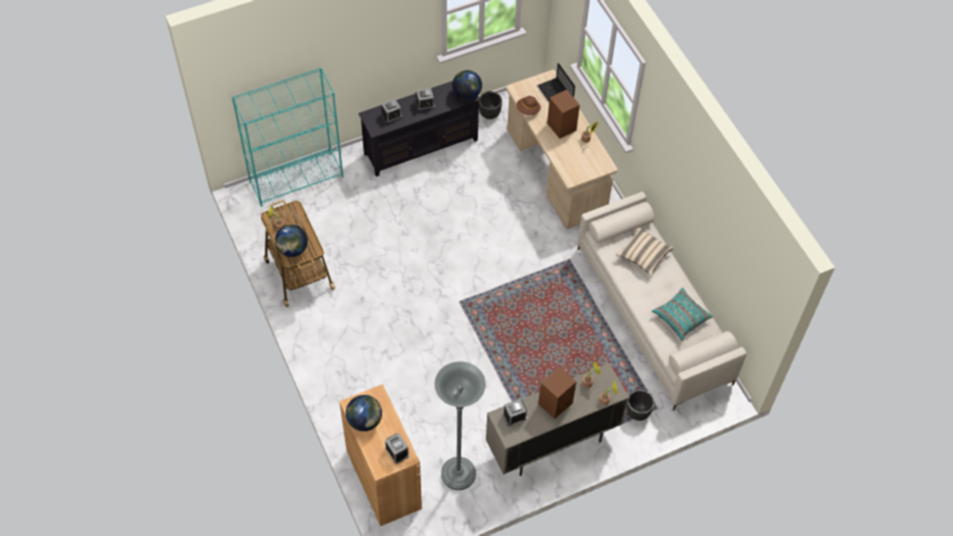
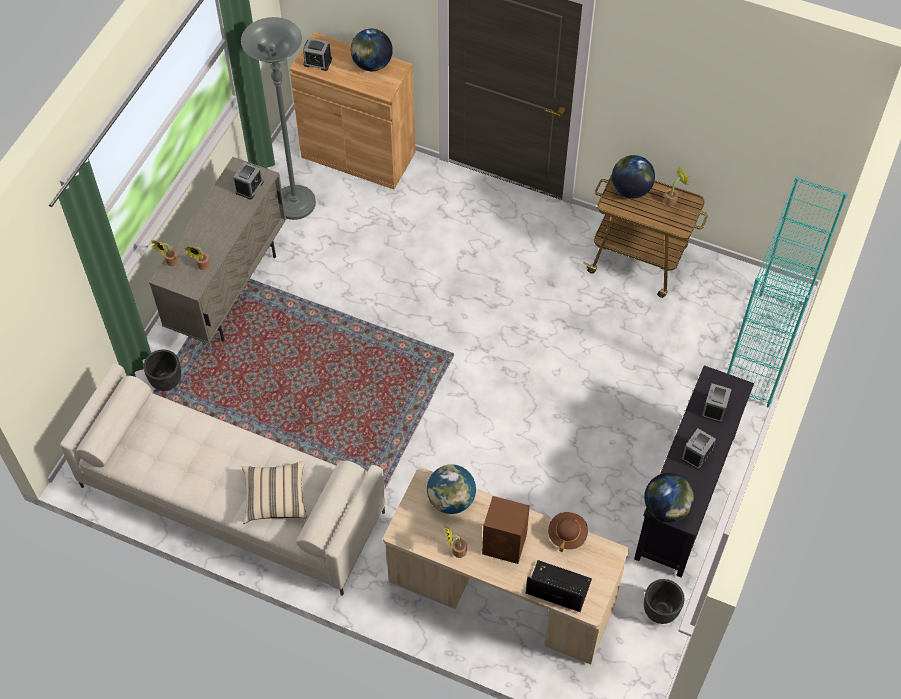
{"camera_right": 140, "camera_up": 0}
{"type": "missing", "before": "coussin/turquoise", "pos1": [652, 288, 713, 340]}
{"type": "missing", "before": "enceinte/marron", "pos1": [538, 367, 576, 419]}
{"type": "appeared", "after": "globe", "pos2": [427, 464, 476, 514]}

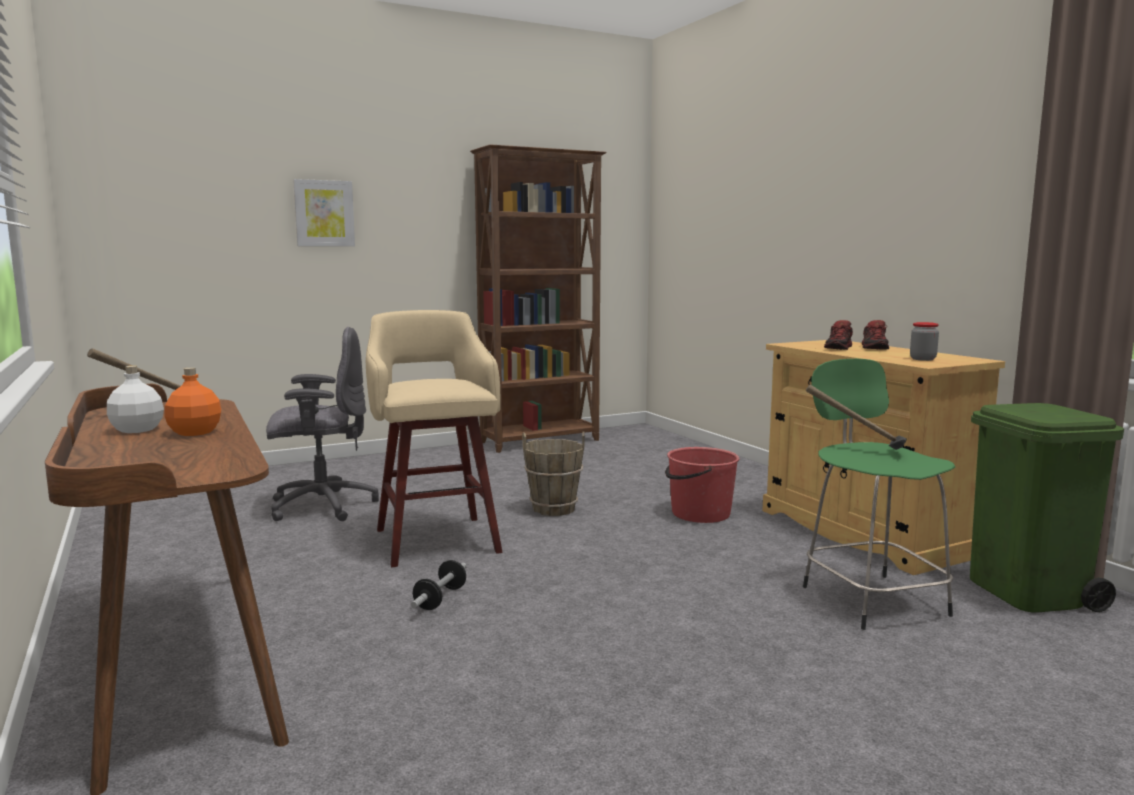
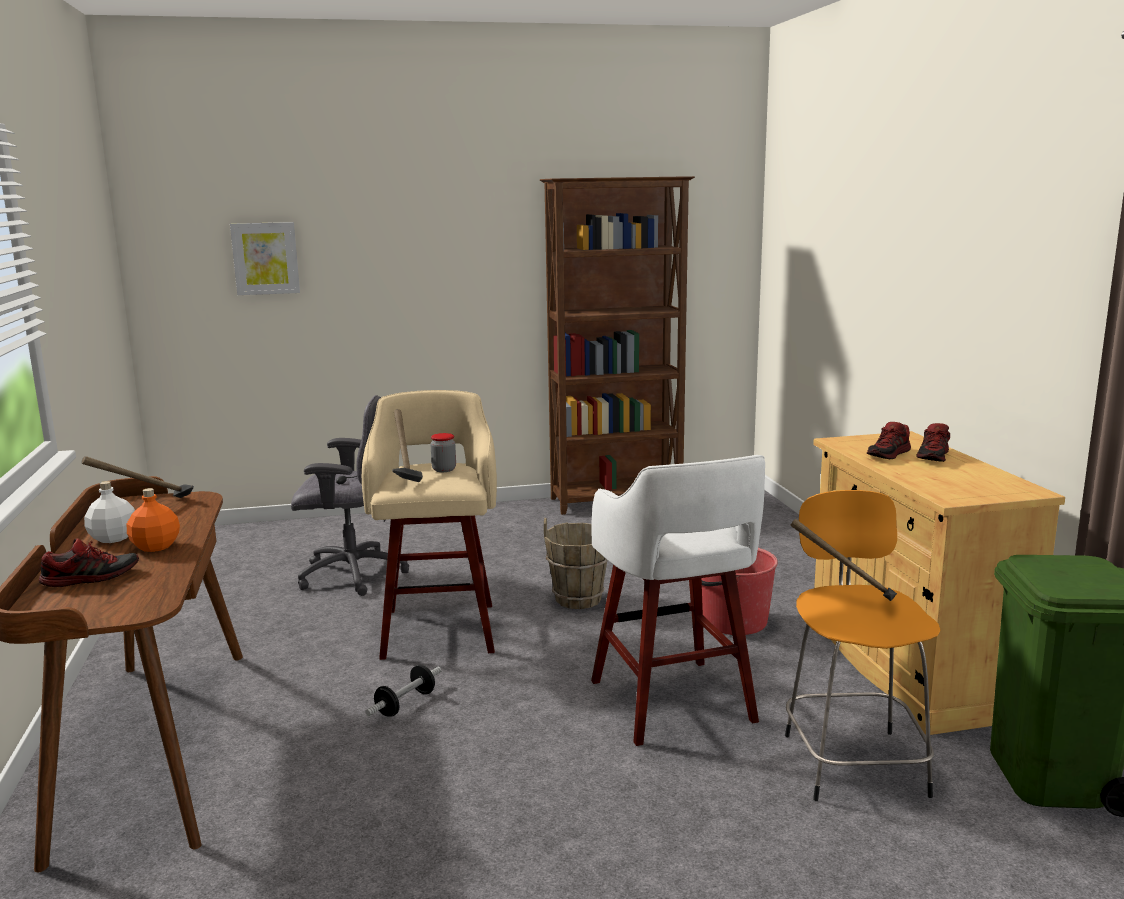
{"camera_right": 15, "camera_up": 5}
{"type": "relocated", "before": "tableau", "pos1": [293, 179, 355, 246], "pos2": [230, 222, 300, 295]}
{"type": "relocated", "before": "bocal", "pos1": [910, 322, 939, 361], "pos2": [430, 433, 456, 472]}
{"type": "colour", "before": "tabouret/vert", "after": "tabouret/orange", "pos1": [803, 359, 955, 630], "pos2": [785, 490, 940, 801]}
{"type": "appeared", "after": "marteau", "pos2": [392, 409, 423, 482]}
{"type": "appeared", "after": "tabouret/blanc", "pos2": [591, 455, 765, 746]}
{"type": "appeared", "after": "chaussure", "pos2": [39, 538, 139, 587]}

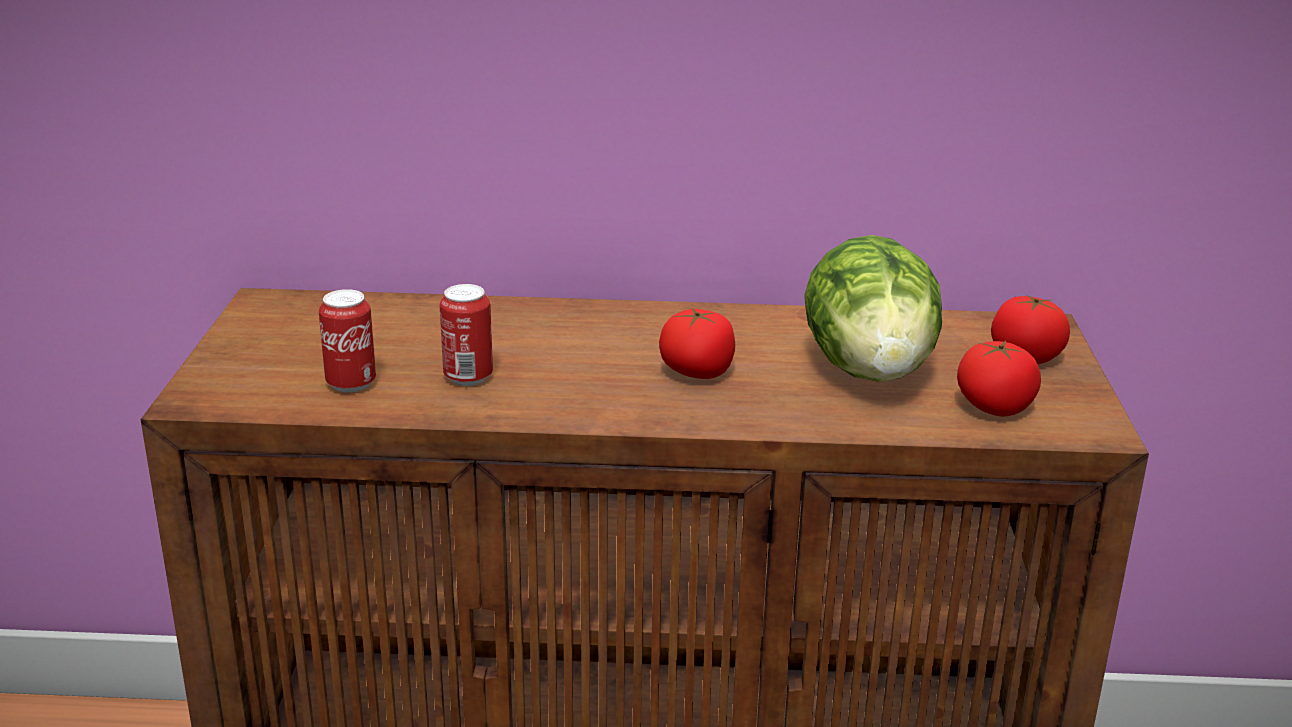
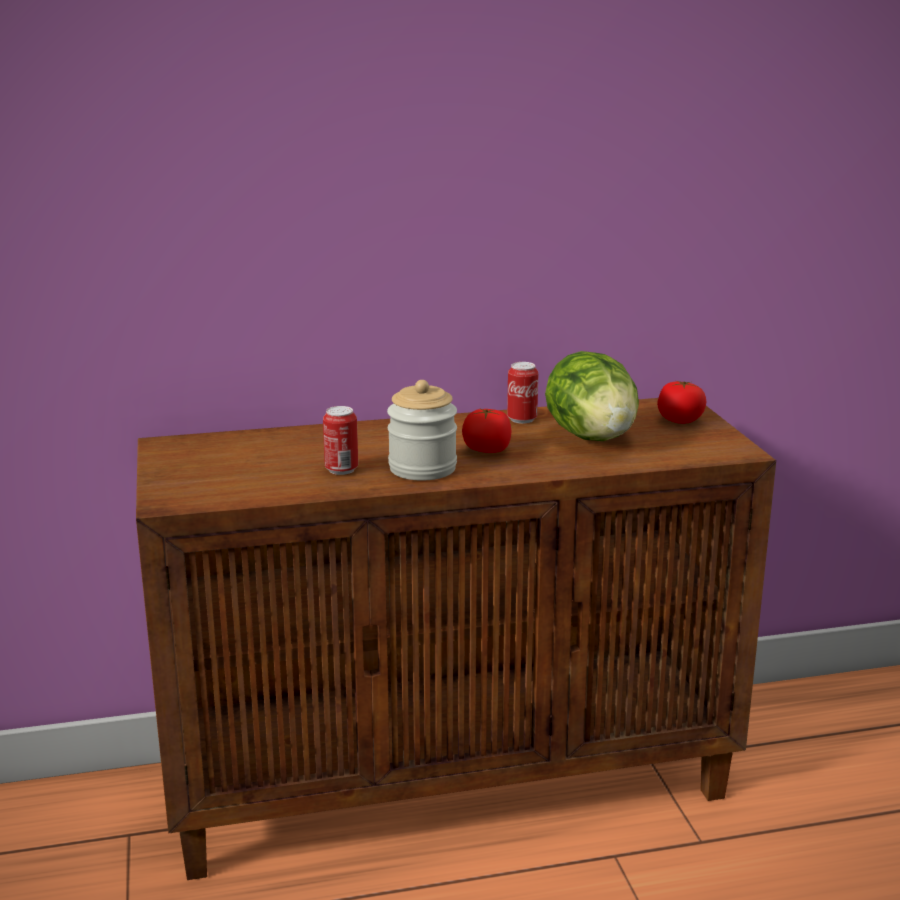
{"camera_right": -15, "camera_up": -5}
{"type": "relocated", "before": "boîte métallique", "pos1": [319, 289, 376, 393], "pos2": [507, 362, 538, 424]}
{"type": "missing", "before": "tomate", "pos1": [957, 340, 1041, 416]}
{"type": "appeared", "after": "bocal", "pos2": [387, 380, 457, 481]}

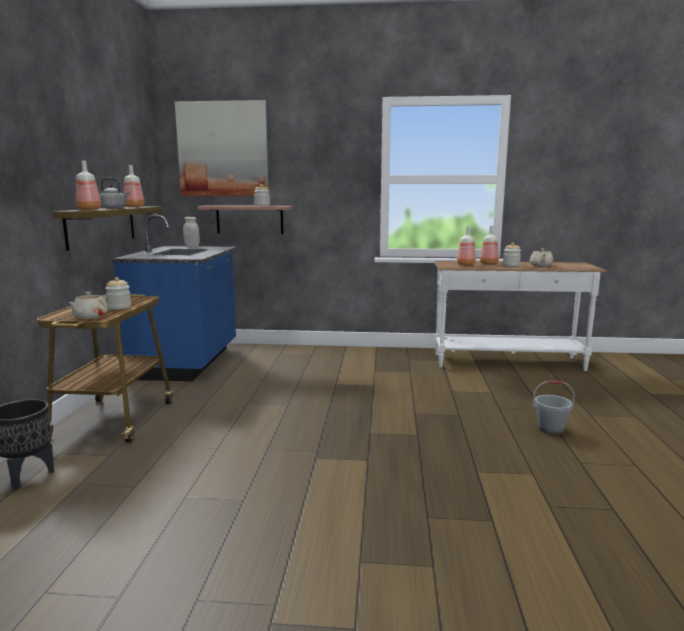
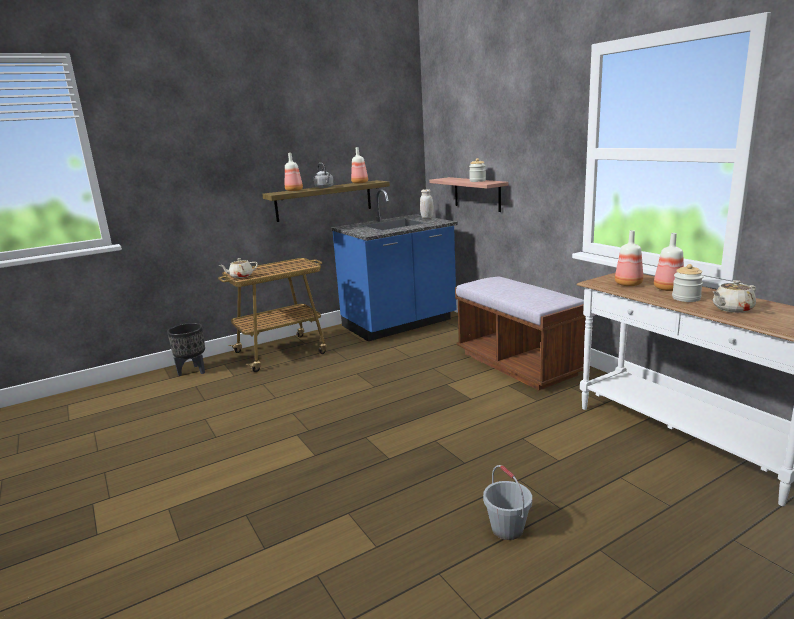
{"camera_right": 55, "camera_up": 5}
{"type": "missing", "before": "tableau", "pos1": [175, 100, 269, 196]}
{"type": "missing", "before": "bocal", "pos1": [105, 277, 131, 309]}
{"type": "appeared", "after": "banc/marron", "pos2": [455, 276, 586, 390]}

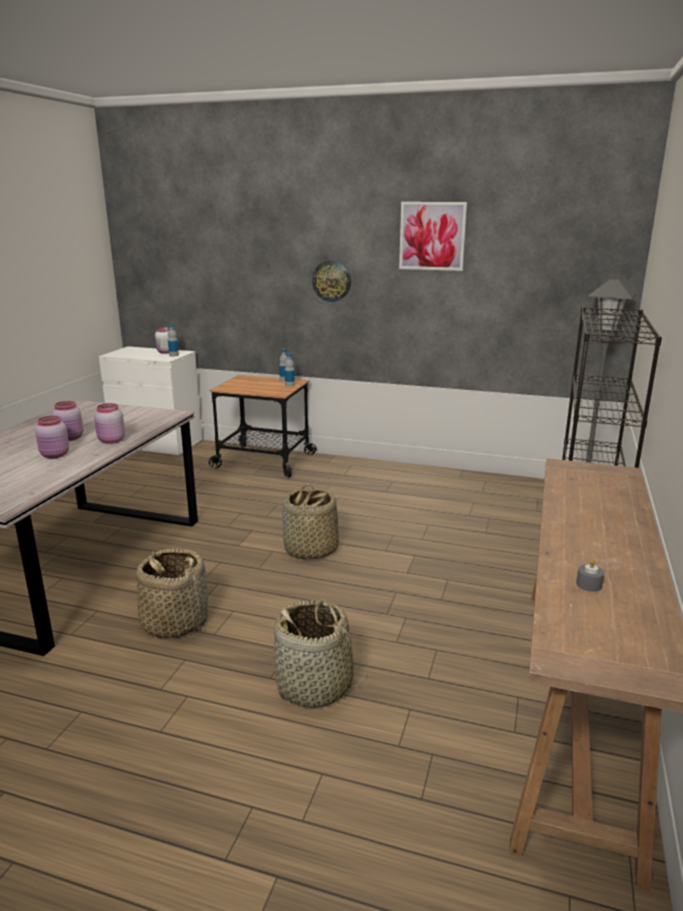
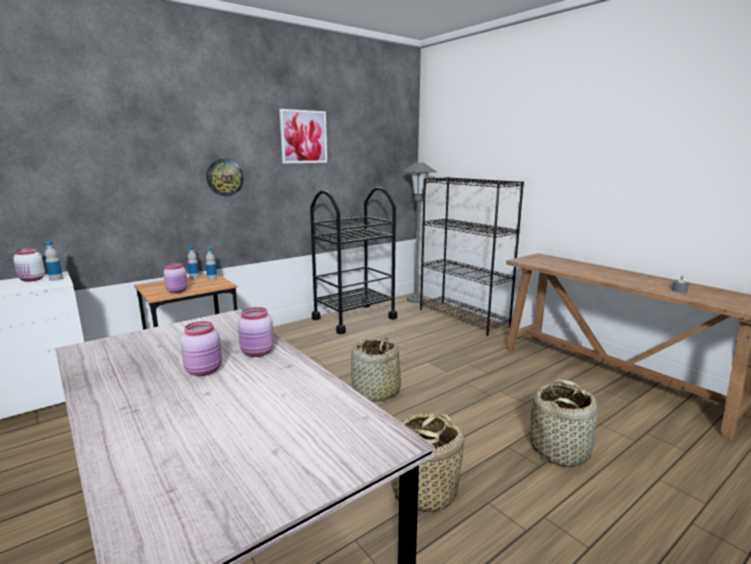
{"camera_right": -55, "camera_up": -5}
{"type": "relocated", "before": "bocal/rose", "pos1": [35, 416, 69, 459], "pos2": [164, 263, 188, 293]}
{"type": "appeared", "after": "chariot/noir", "pos2": [310, 187, 397, 334]}

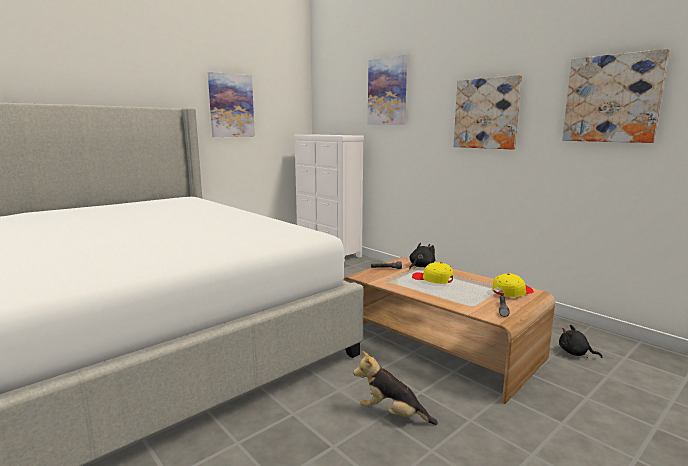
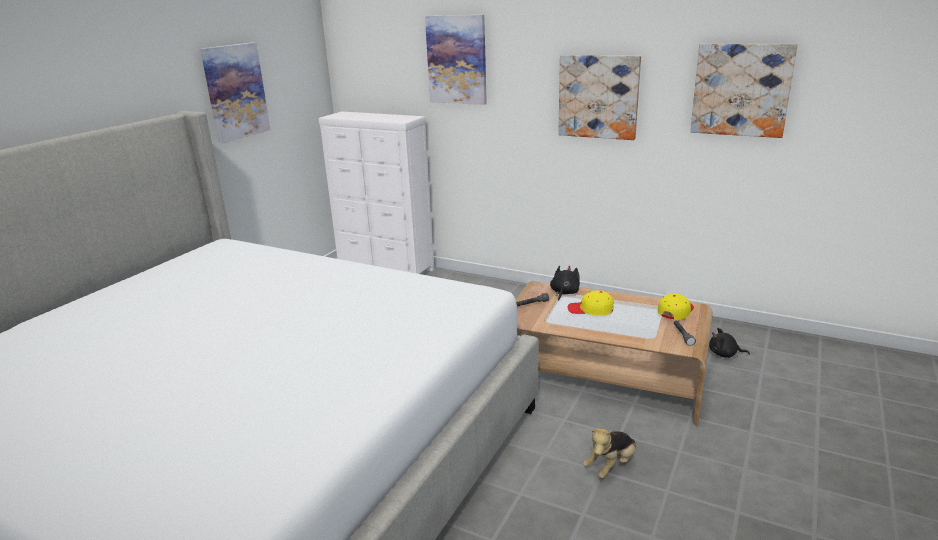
{"camera_right": -20, "camera_up": 10}
{"type": "spun", "before": "peluche", "pos1": [353, 351, 438, 425], "pos2": [583, 428, 636, 479], "turn": -45}

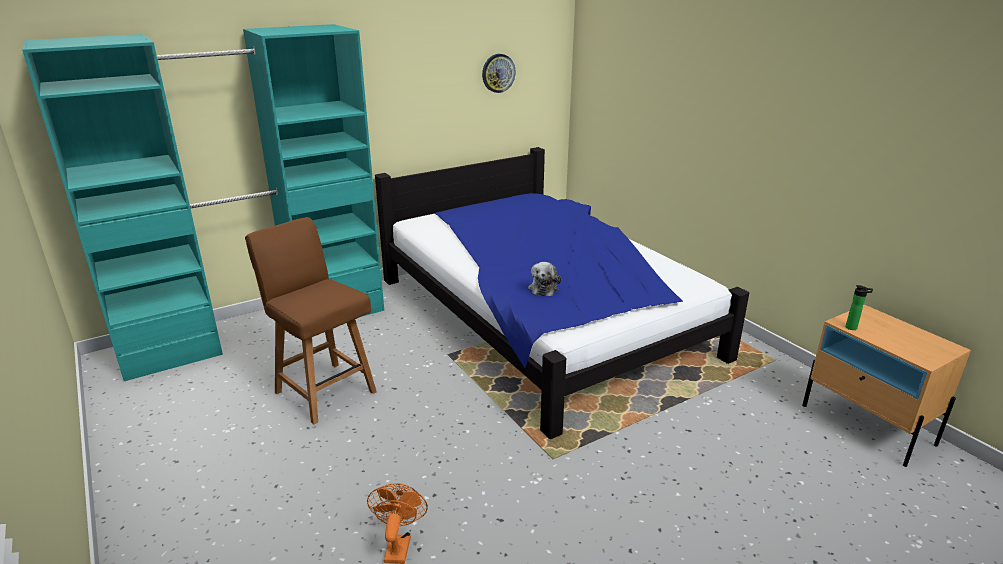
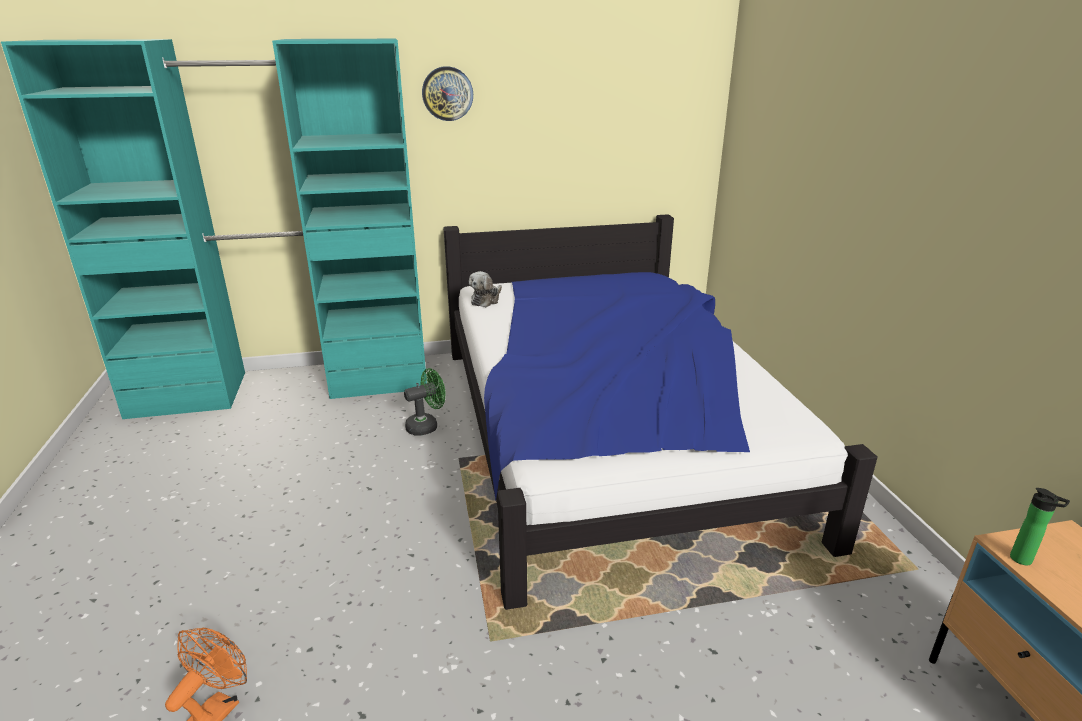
{"camera_right": 20, "camera_up": 0}
{"type": "relocated", "before": "horloge murale", "pos1": [482, 54, 516, 93], "pos2": [422, 66, 473, 121]}
{"type": "missing", "before": "chaise/marron", "pos1": [245, 217, 377, 424]}
{"type": "relocated", "before": "peluche", "pos1": [528, 262, 561, 296], "pos2": [469, 271, 502, 307]}
{"type": "appeared", "after": "ventilateur/vert", "pos2": [404, 368, 446, 436]}

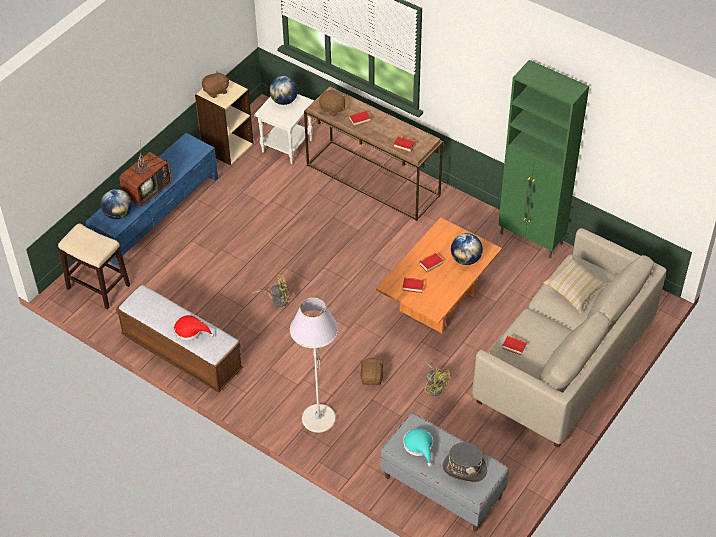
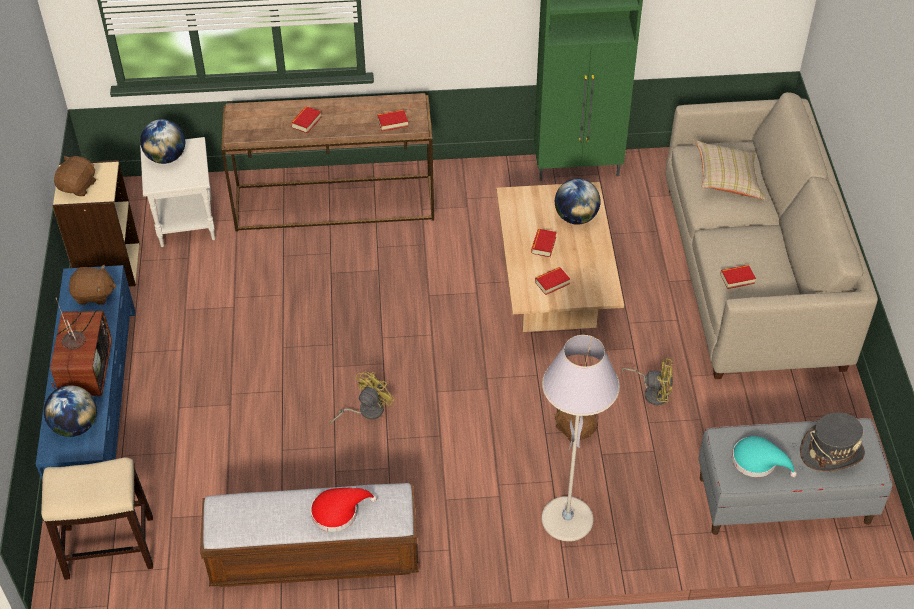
{"camera_right": -40, "camera_up": 0}
{"type": "relocated", "before": "peluche/marron", "pos1": [319, 90, 346, 117], "pos2": [69, 265, 116, 305]}
{"type": "colour", "before": "table basse/orange", "after": "table basse/beige", "pos1": [376, 217, 502, 333], "pos2": [496, 182, 624, 332]}

